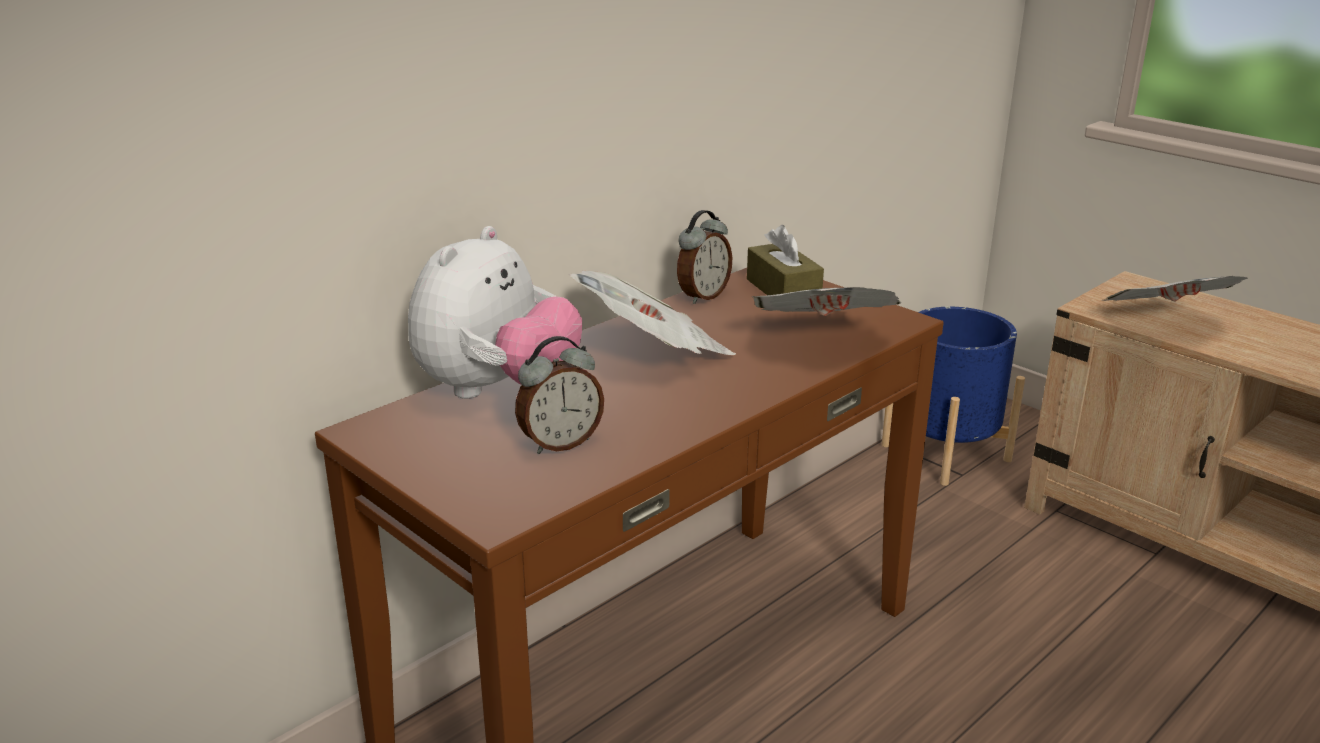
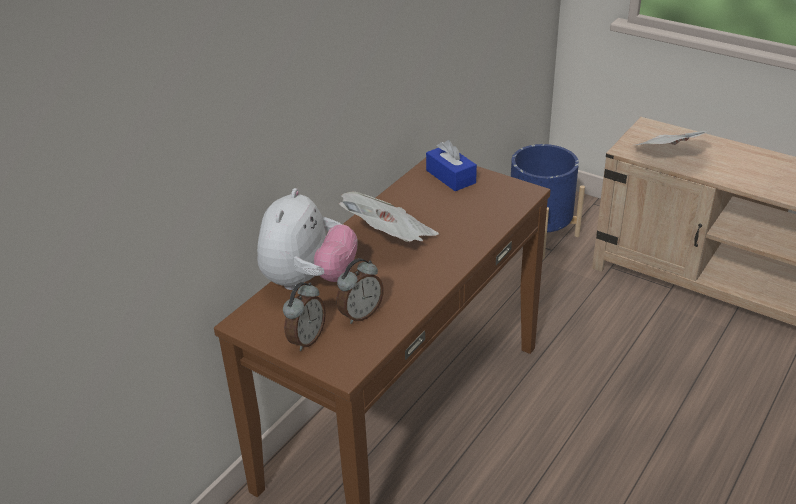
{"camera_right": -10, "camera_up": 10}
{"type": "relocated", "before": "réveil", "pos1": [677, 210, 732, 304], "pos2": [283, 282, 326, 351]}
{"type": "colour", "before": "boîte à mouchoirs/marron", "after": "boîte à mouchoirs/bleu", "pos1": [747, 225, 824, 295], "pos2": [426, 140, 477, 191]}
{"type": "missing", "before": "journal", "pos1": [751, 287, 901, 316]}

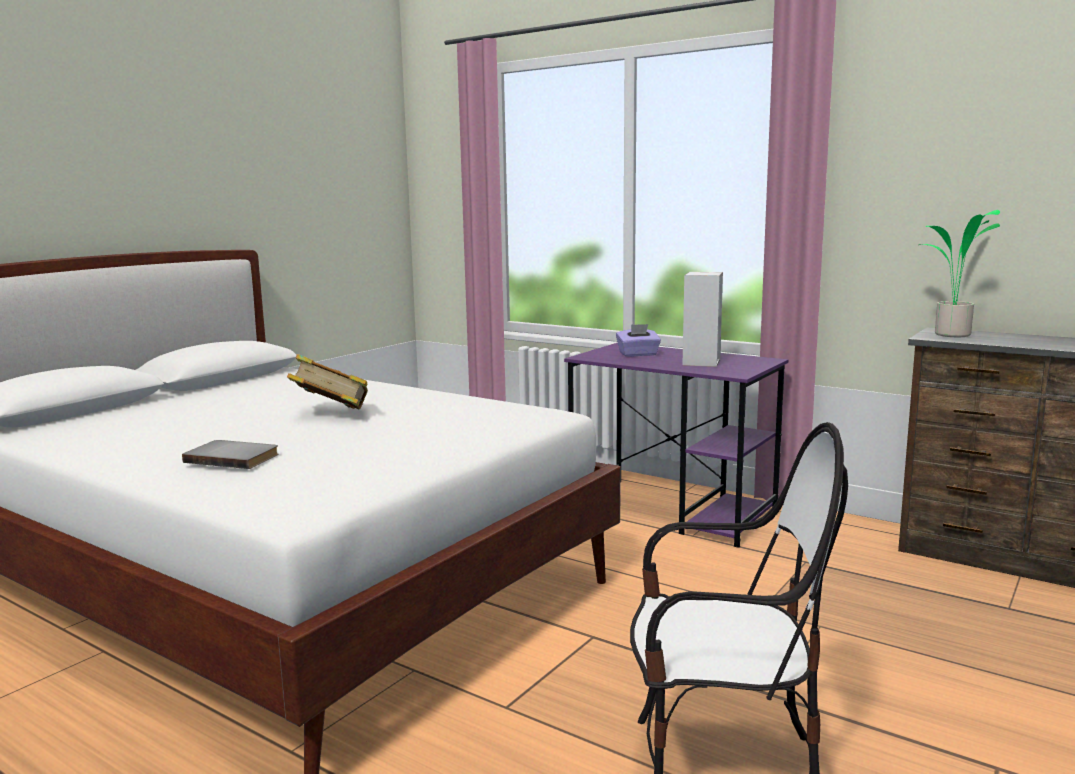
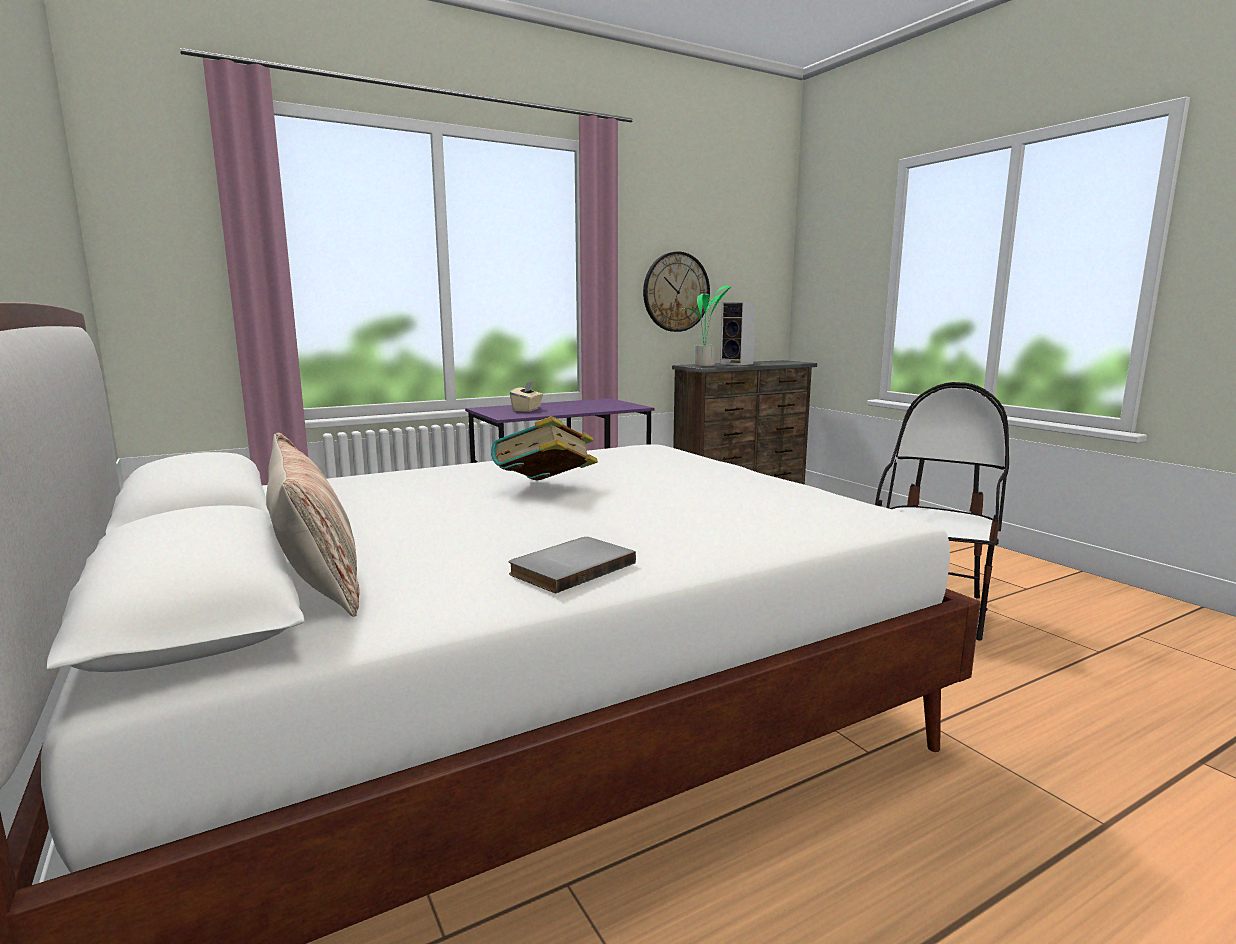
{"camera_right": -65, "camera_up": 0}
{"type": "relocated", "before": "enceinte", "pos1": [682, 272, 723, 367], "pos2": [720, 302, 756, 365]}
{"type": "colour", "before": "boîte à mouchoirs/violet", "after": "boîte à mouchoirs/beige", "pos1": [616, 324, 661, 357], "pos2": [510, 382, 543, 412]}
{"type": "relocated", "before": "livre/gris", "pos1": [182, 440, 279, 469], "pos2": [509, 537, 636, 593]}
{"type": "appeared", "after": "horloge murale", "pos2": [643, 252, 710, 332]}
{"type": "appeared", "after": "coussin", "pos2": [266, 433, 360, 617]}

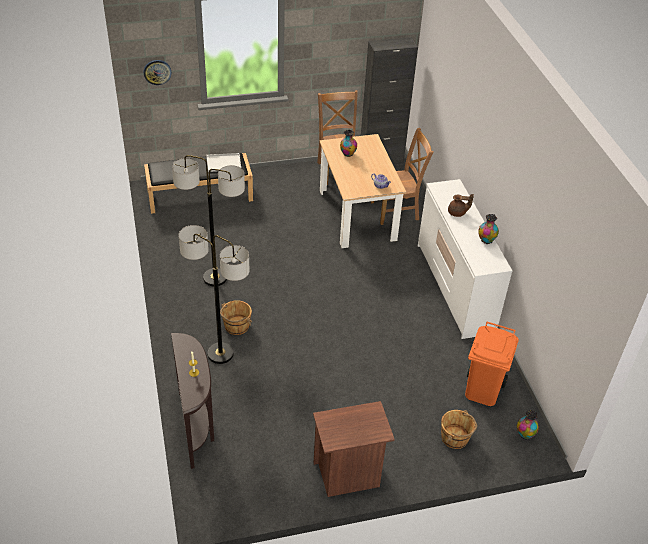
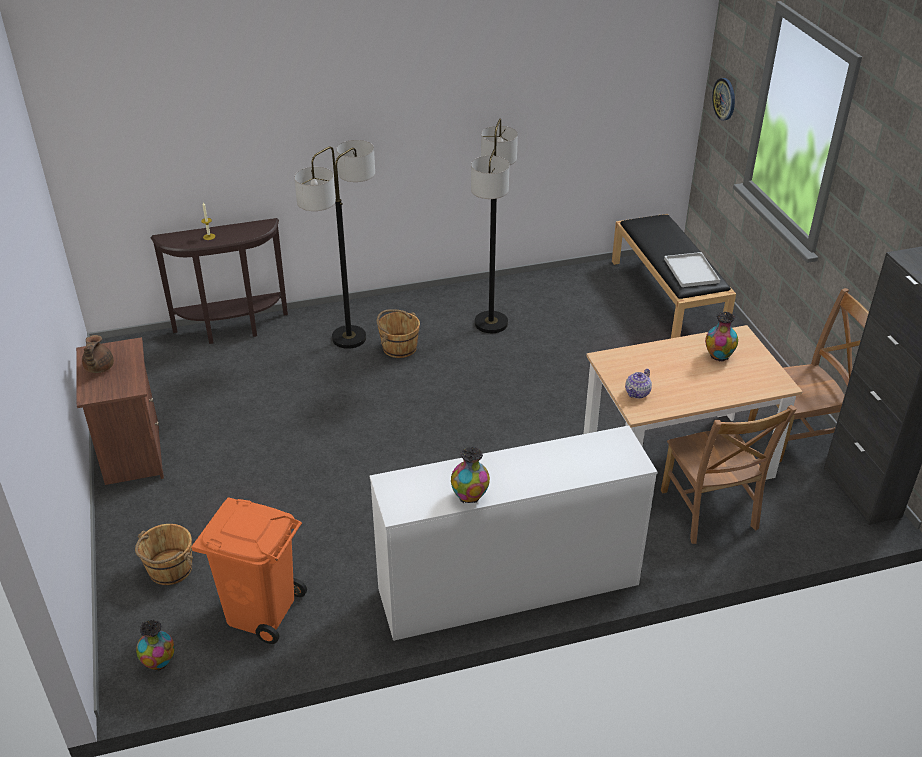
{"camera_right": 90, "camera_up": -5}
{"type": "relocated", "before": "théière/marron", "pos1": [448, 194, 474, 217], "pos2": [82, 335, 114, 373]}

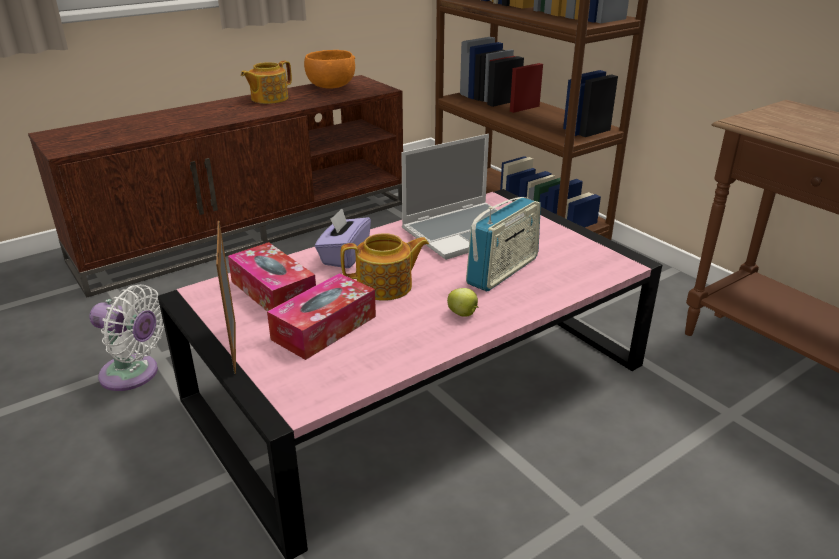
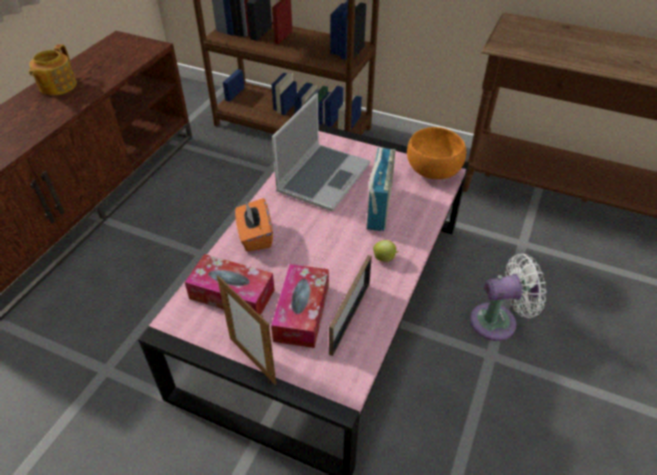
{"camera_right": -30, "camera_up": 15}
{"type": "relocated", "before": "bol/orange", "pos1": [304, 50, 355, 89], "pos2": [407, 127, 466, 179]}
{"type": "colour", "before": "boîte à mouchoirs/violet", "after": "boîte à mouchoirs/orange", "pos1": [315, 208, 371, 268], "pos2": [235, 198, 273, 251]}
{"type": "missing", "before": "théière", "pos1": [341, 233, 429, 301]}
{"type": "relocated", "before": "ventilateur/blanc", "pos1": [89, 285, 165, 391], "pos2": [470, 253, 547, 341]}
{"type": "appeared", "after": "cadre photo", "pos2": [329, 255, 372, 356]}

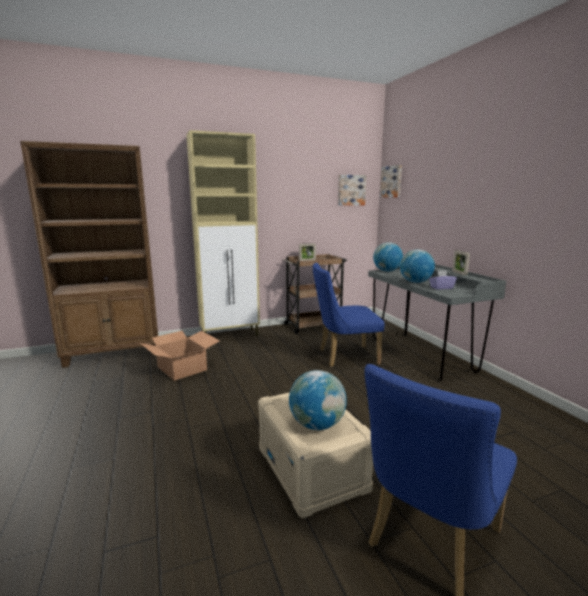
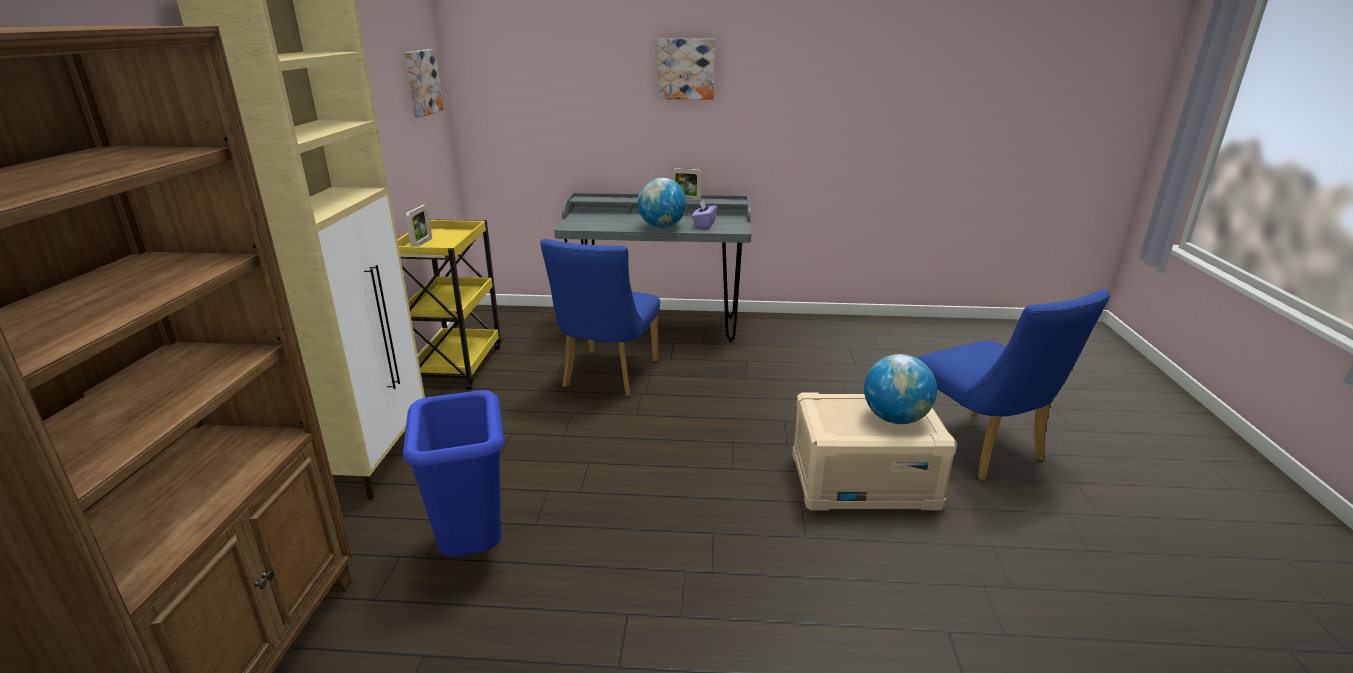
{"camera_right": -65, "camera_up": 10}
{"type": "relocated", "before": "tableau", "pos1": [380, 165, 402, 197], "pos2": [658, 39, 715, 100]}
{"type": "missing", "before": "globe", "pos1": [373, 242, 403, 272]}
{"type": "colour", "before": "chariot/marron", "after": "chariot/jaune", "pos1": [282, 254, 347, 334], "pos2": [398, 219, 501, 390]}
{"type": "exchanged", "before": "carton", "after": "poubelle/bleu", "pos1": [140, 331, 220, 381], "pos2": [403, 390, 504, 557]}

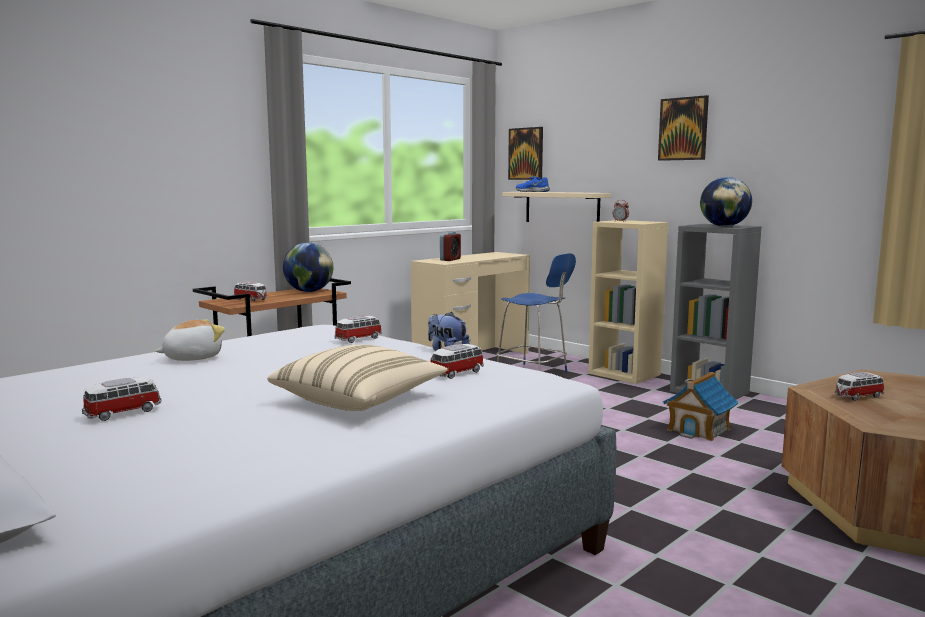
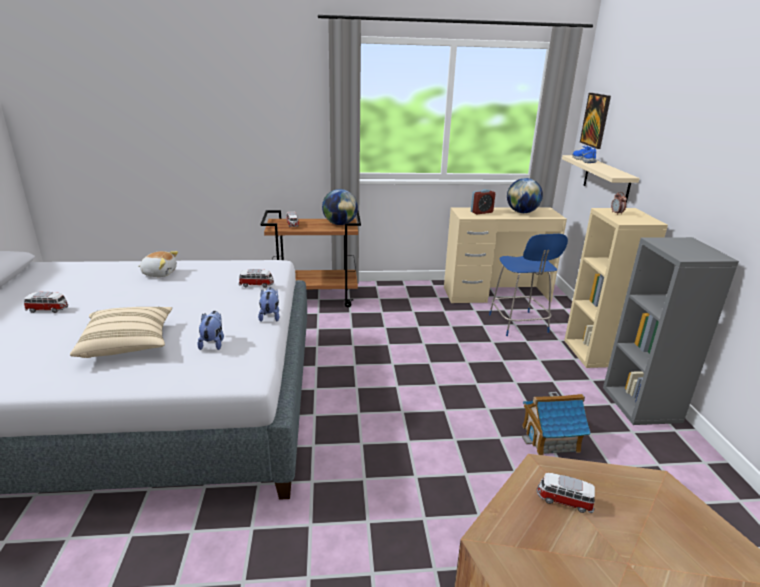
{"camera_right": 40, "camera_up": 15}
{"type": "missing", "before": "tableau", "pos1": [658, 95, 709, 161]}
{"type": "relocated", "before": "globe", "pos1": [700, 177, 752, 227], "pos2": [507, 178, 543, 213]}
{"type": "exchanged", "before": "petite voiture", "after": "peluche", "pos1": [430, 344, 484, 379], "pos2": [197, 311, 224, 350]}

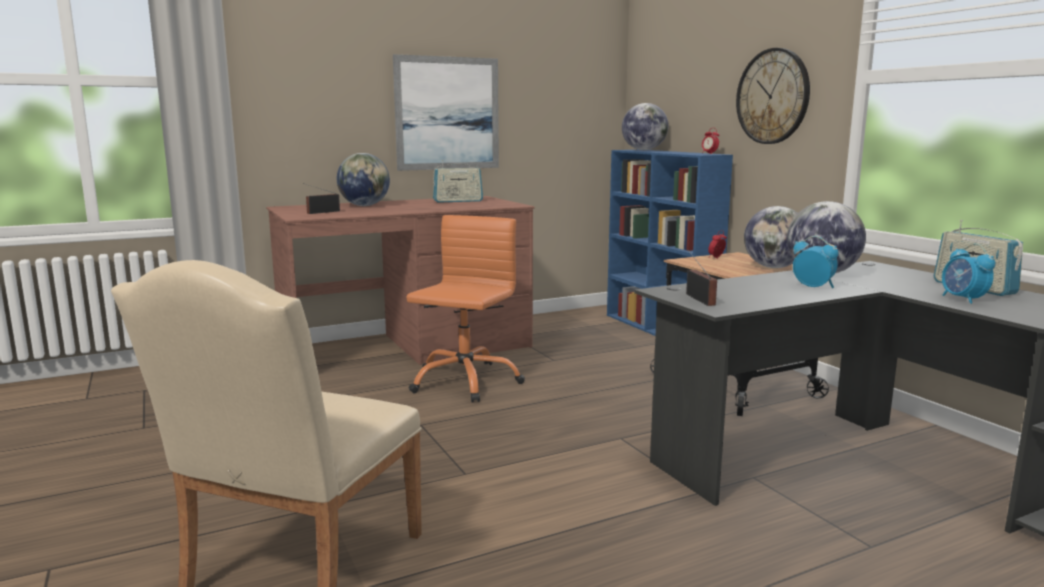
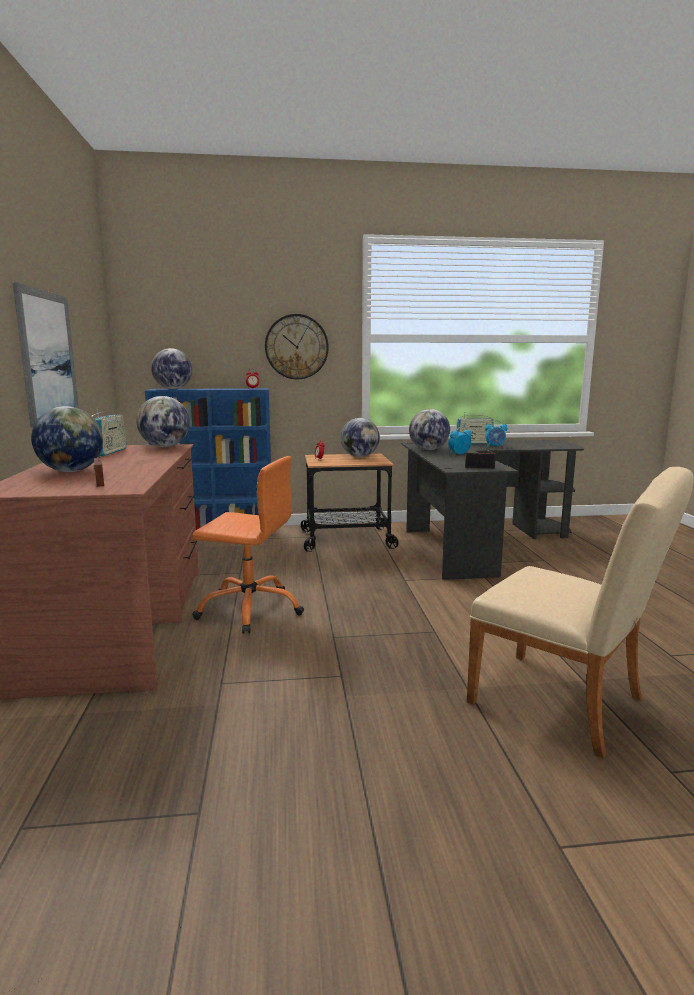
{"camera_right": -70, "camera_up": 0}
{"type": "spun", "before": "chaise de bureau/orange", "pos1": [407, 215, 525, 402], "pos2": [192, 456, 304, 634], "turn": 150}
{"type": "appeared", "after": "globe", "pos2": [136, 396, 190, 447]}

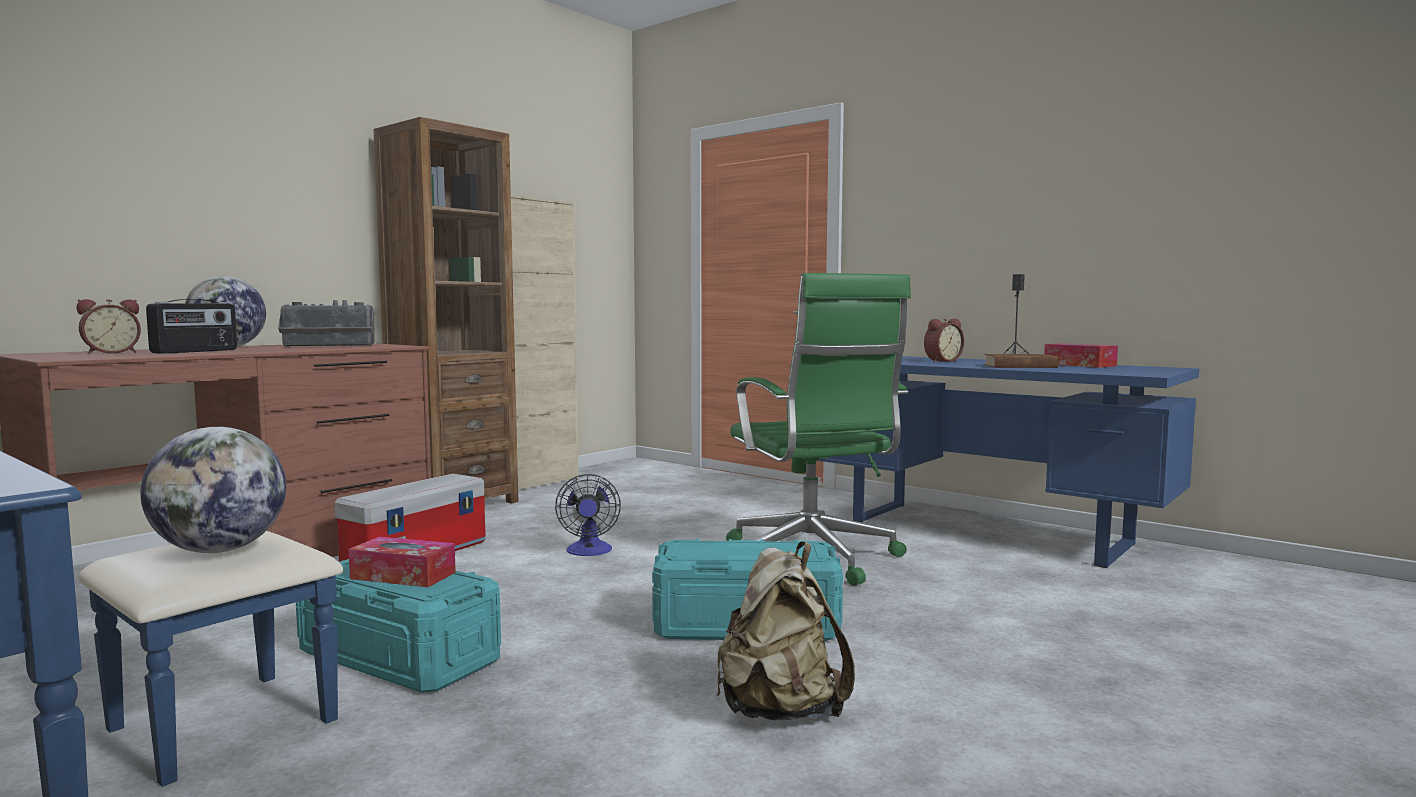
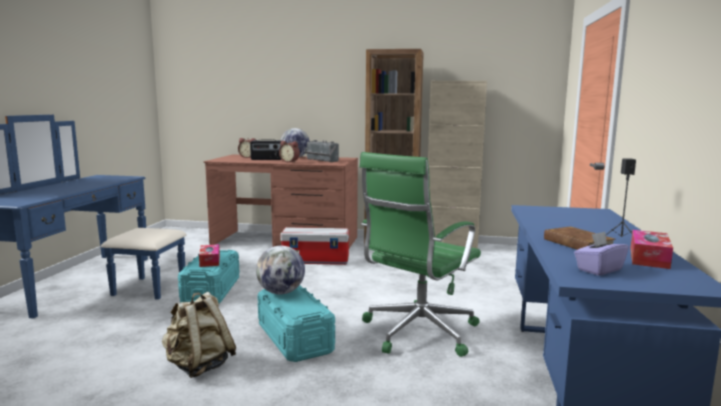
{"camera_right": 60, "camera_up": 5}
{"type": "relocated", "before": "réveil", "pos1": [924, 318, 964, 362], "pos2": [279, 141, 300, 162]}
{"type": "relocated", "before": "globe", "pos1": [140, 427, 286, 553], "pos2": [256, 246, 305, 294]}
{"type": "missing", "before": "ventilateur", "pos1": [555, 474, 621, 556]}
{"type": "appeared", "after": "boîte à mouchoirs/violet", "pos2": [574, 232, 629, 276]}

